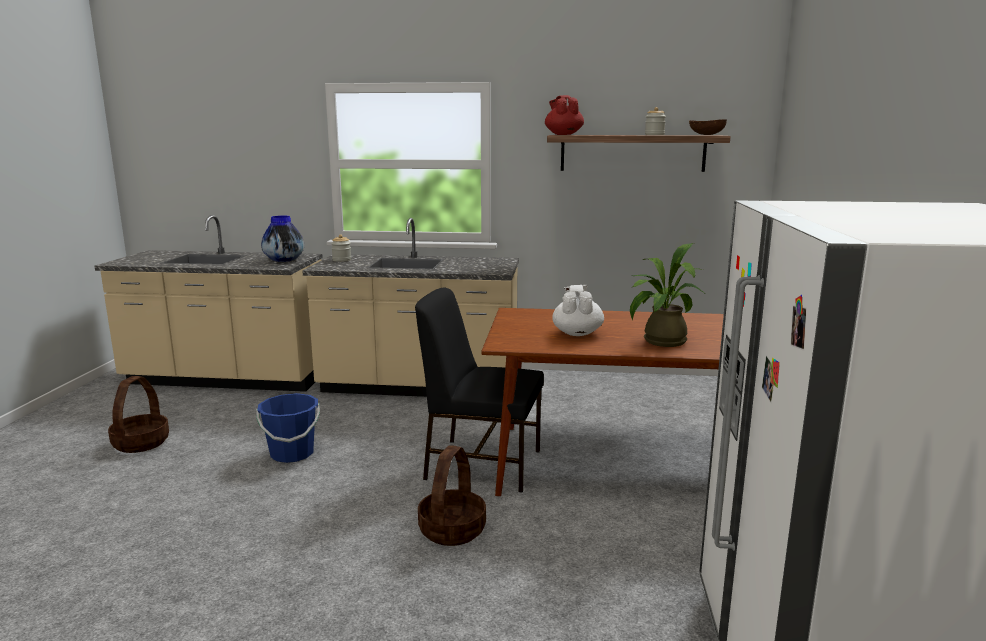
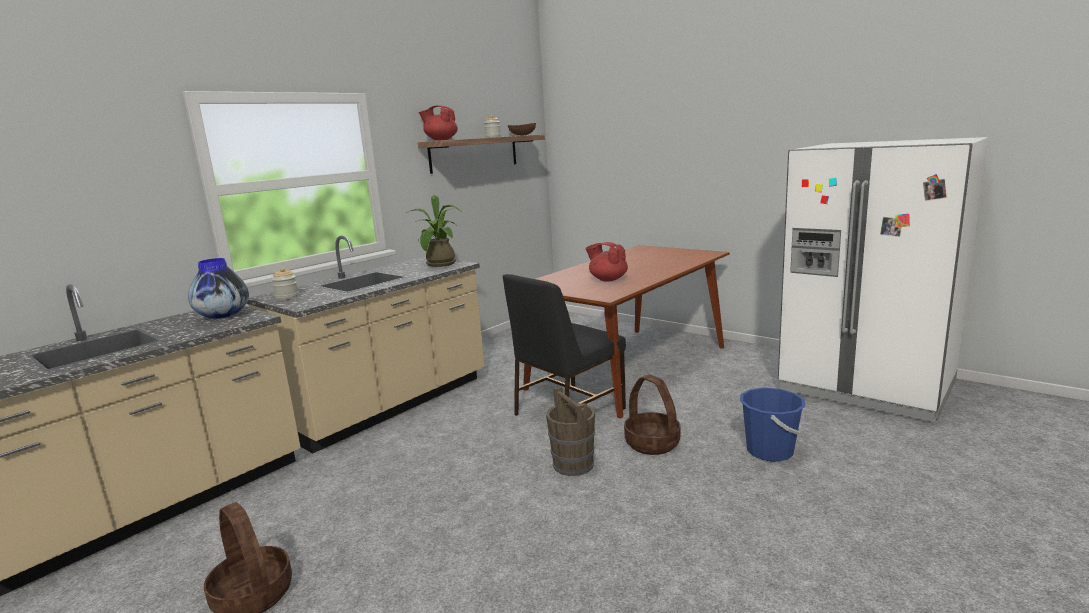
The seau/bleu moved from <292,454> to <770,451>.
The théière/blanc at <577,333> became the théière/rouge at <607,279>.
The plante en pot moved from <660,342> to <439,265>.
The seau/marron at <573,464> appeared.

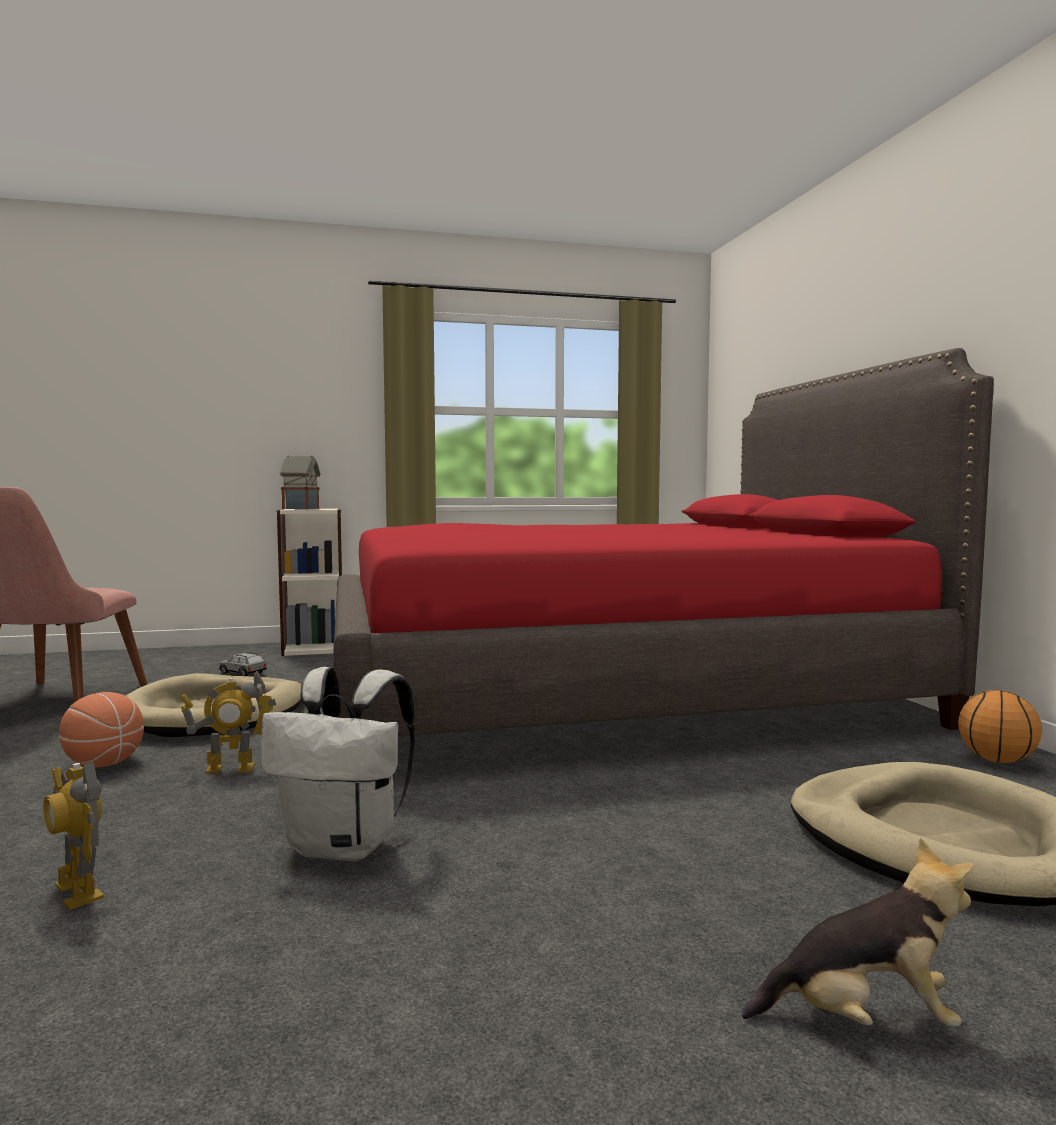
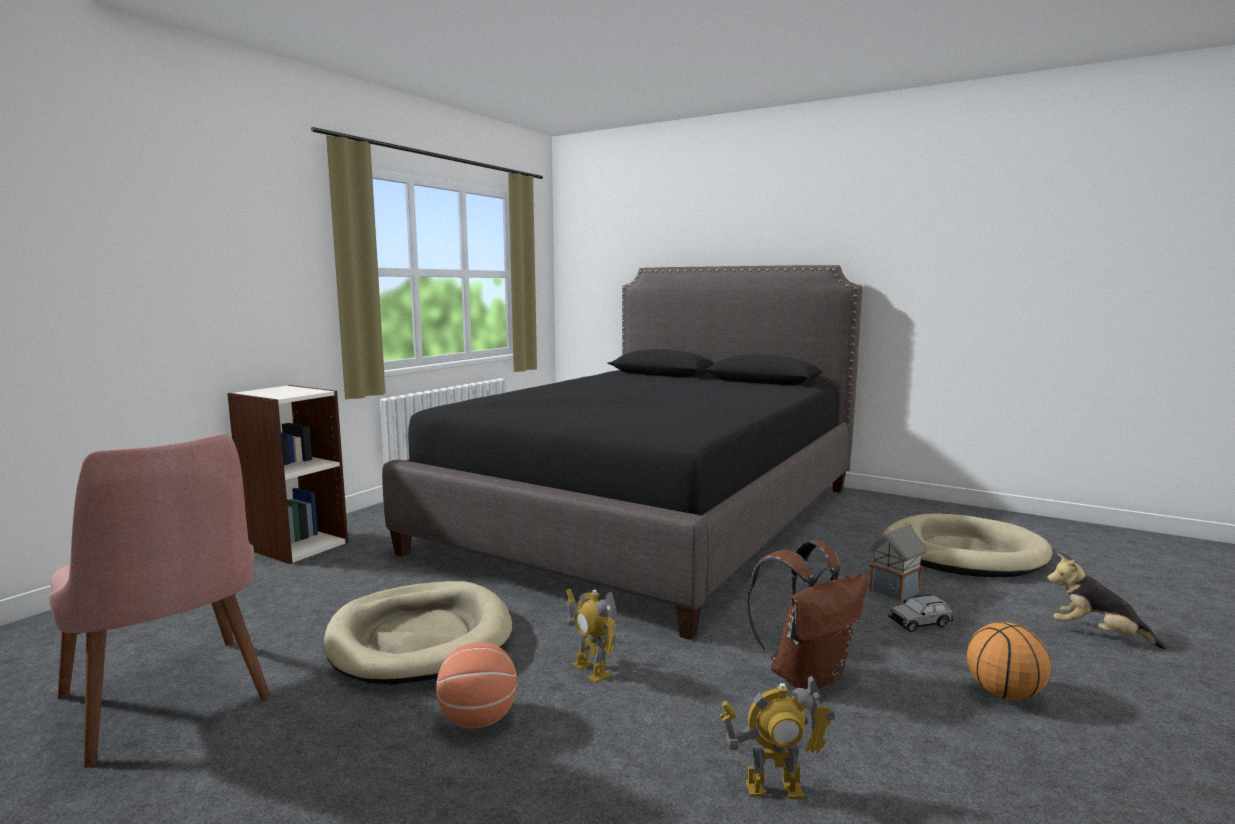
The robot jouet at <230,769> turned 105 degrees clockwise.
The petite voiture/gris moved from <243,673> to <919,623>.
The sac à dos/blanc at <345,846> became the sac à dos/marron at <806,675>.
The maison miniature moved from <302,509> to <895,591>.
The lit/rouge at <610,693> became the lit/noir at <650,518>.
The peluche at <863,1019> turned 105 degrees counterclockwise.
The ballon de basket moved from <998,761> to <1005,694>.

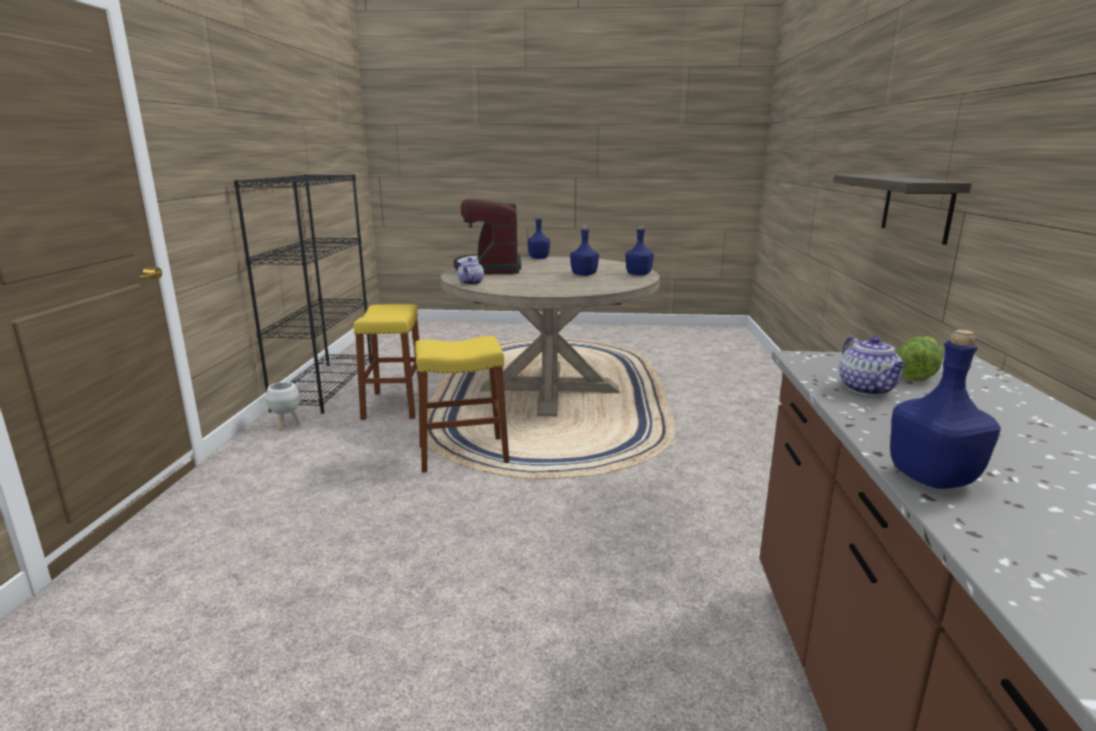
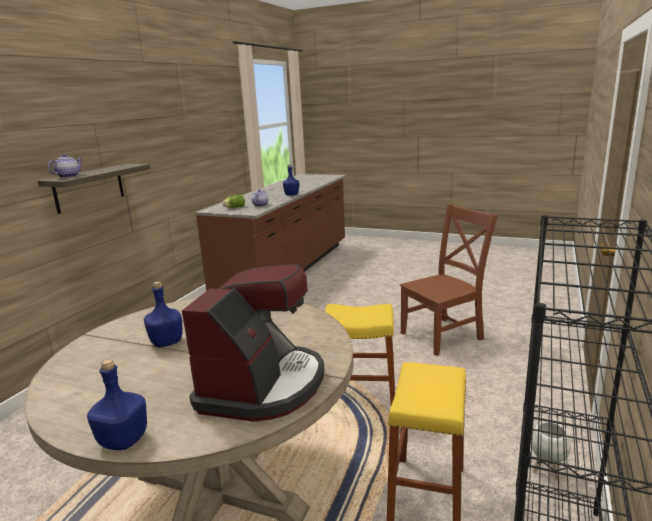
The théière moved from <471,283> to <68,176>.
The bouteille/bleu at <638,274> disappeared.
The chaise/marron at <444,335> appeared.

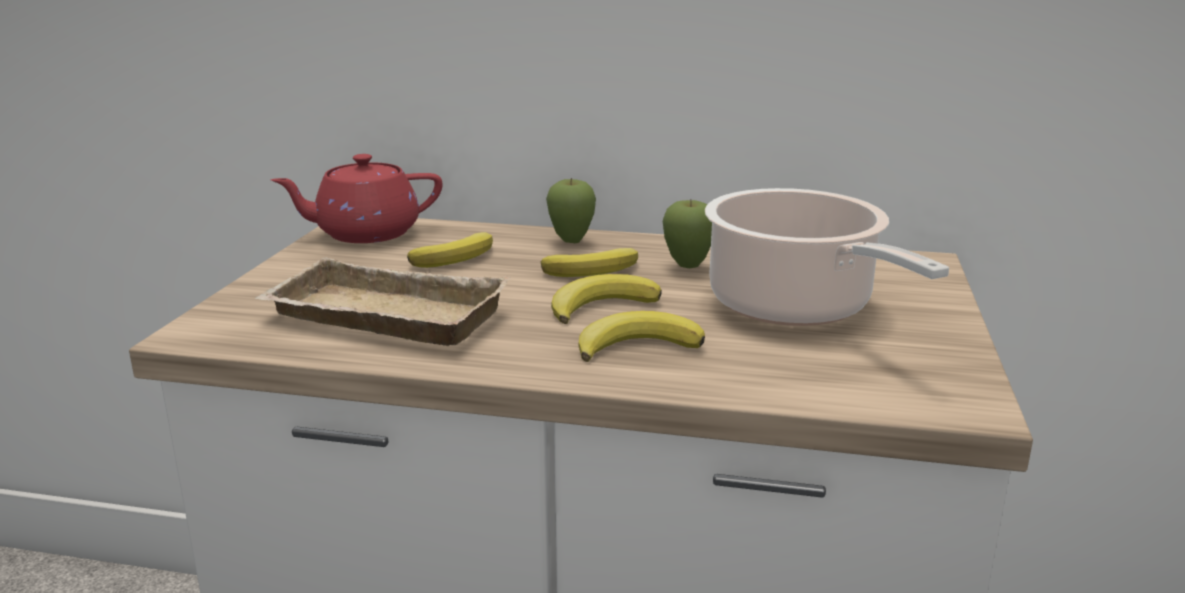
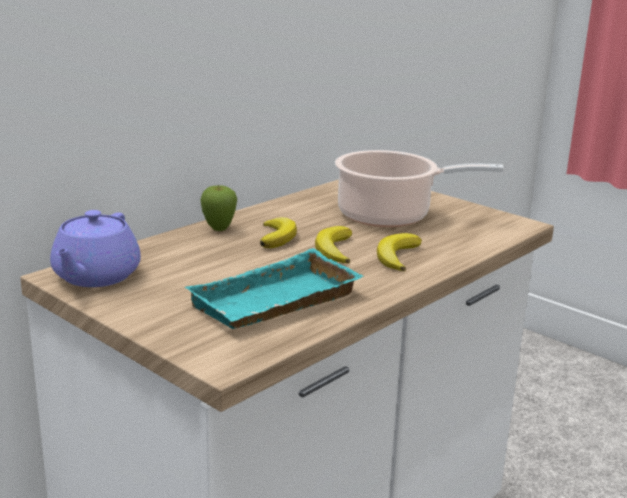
The plateau/beige at <380,318> became the plateau/turquoise at <276,304>.
The théière/rouge at <365,233> became the théière/violet at <95,277>.
The banane at <457,257> disappeared.
The pomme at <688,267> disappeared.

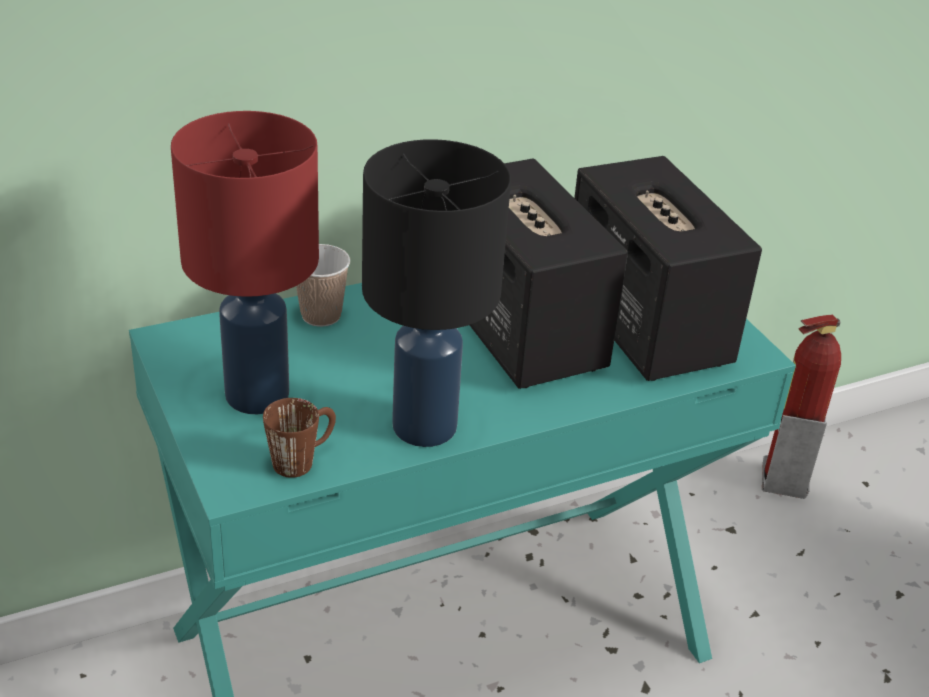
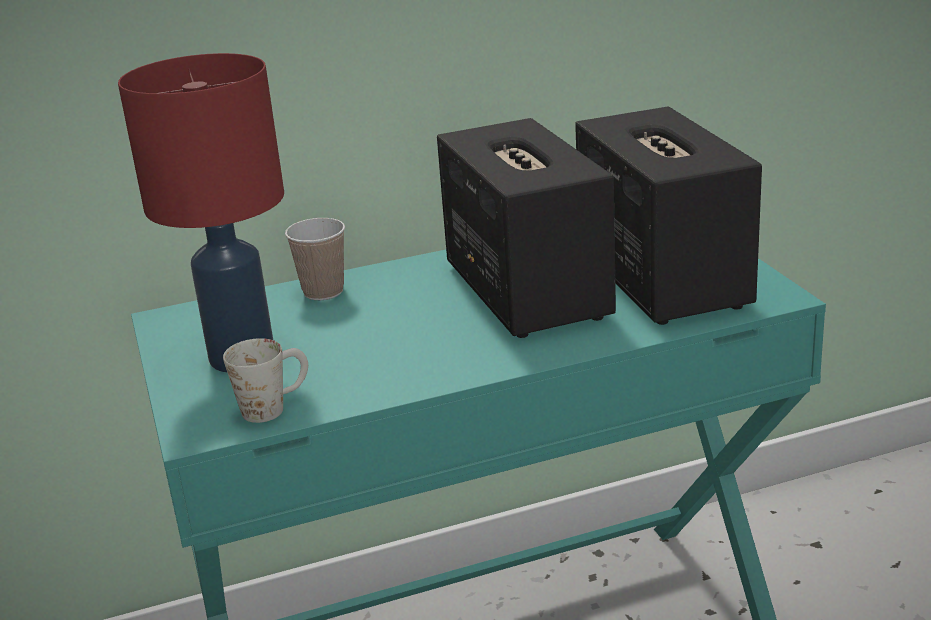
The mug/marron at <303,458> became the mug/blanc at <275,406>.
The lampe de table/noir at <422,426> disappeared.
The extincteur at <782,480> disappeared.

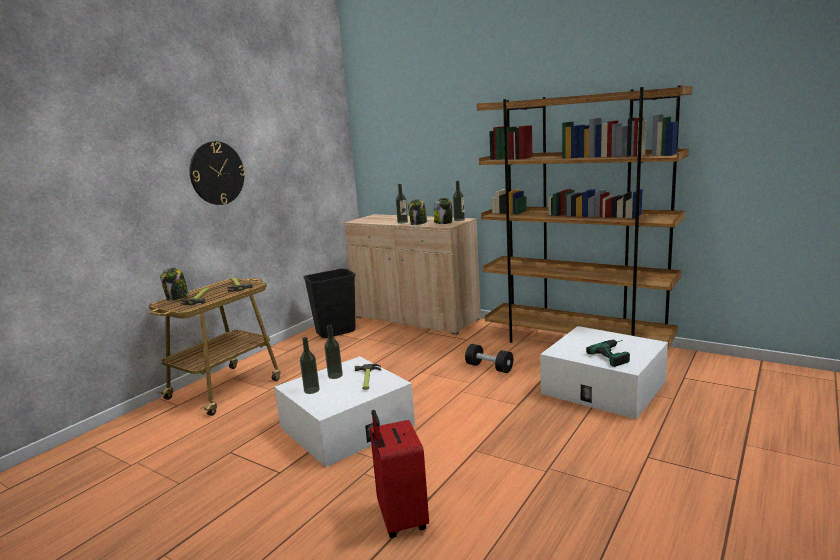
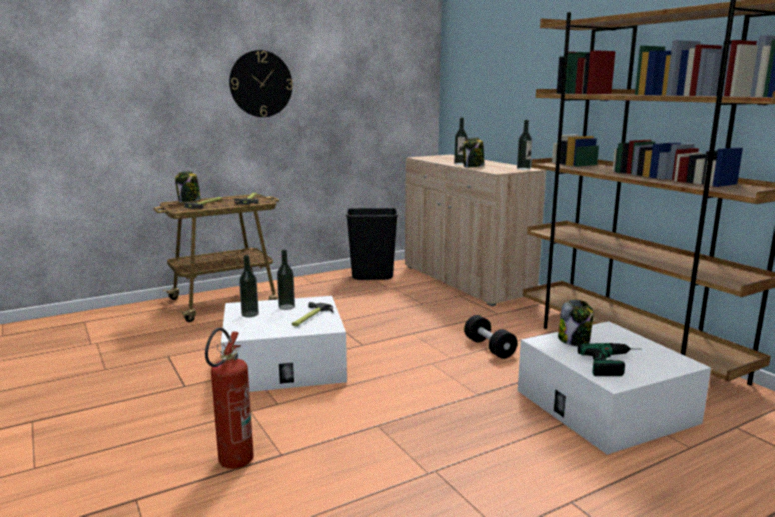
The valise/rouge at <400,519> was replaced by the extincteur at <232,465>.
The bocal moved from <443,222> to <574,341>.

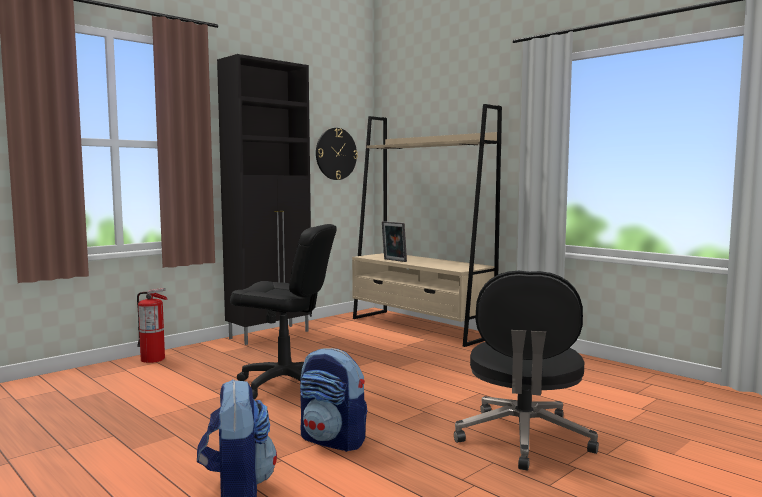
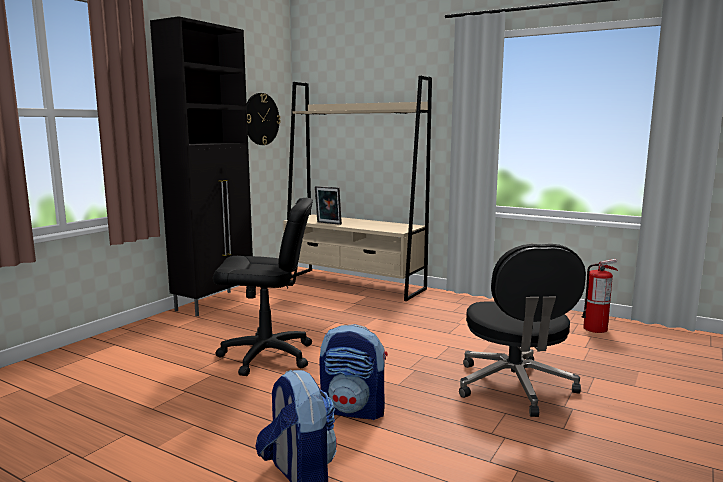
The extincteur moved from <153,359> to <595,329>.

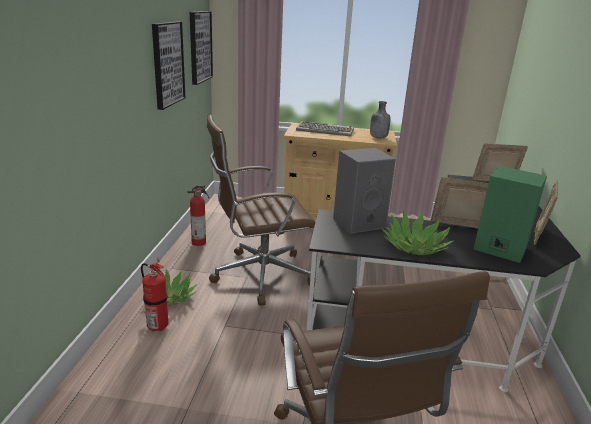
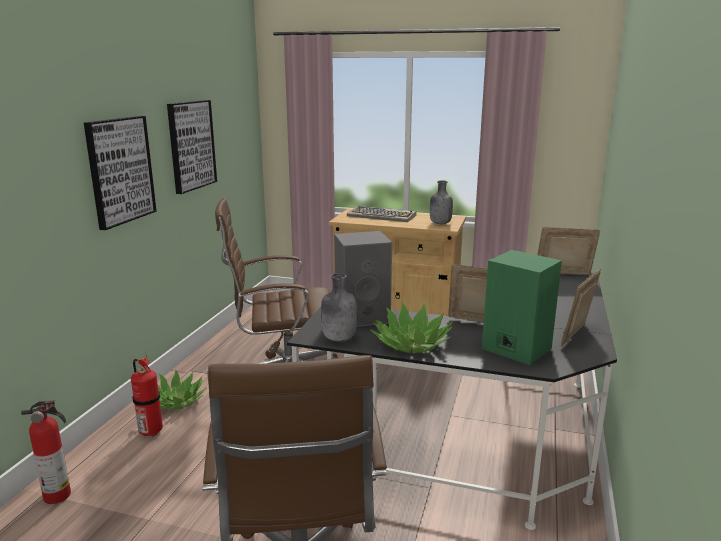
The extincteur moved from <200,242> to <59,495>.
The tableau moved from <199,47> to <120,170>.
The bouteille/gris at <338,338> appeared.

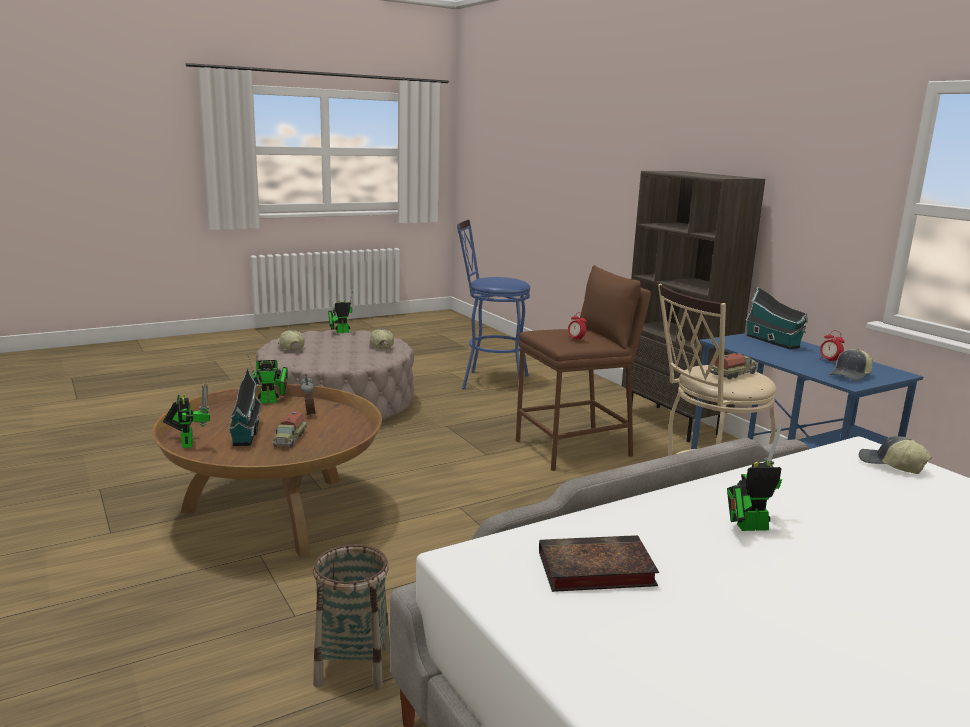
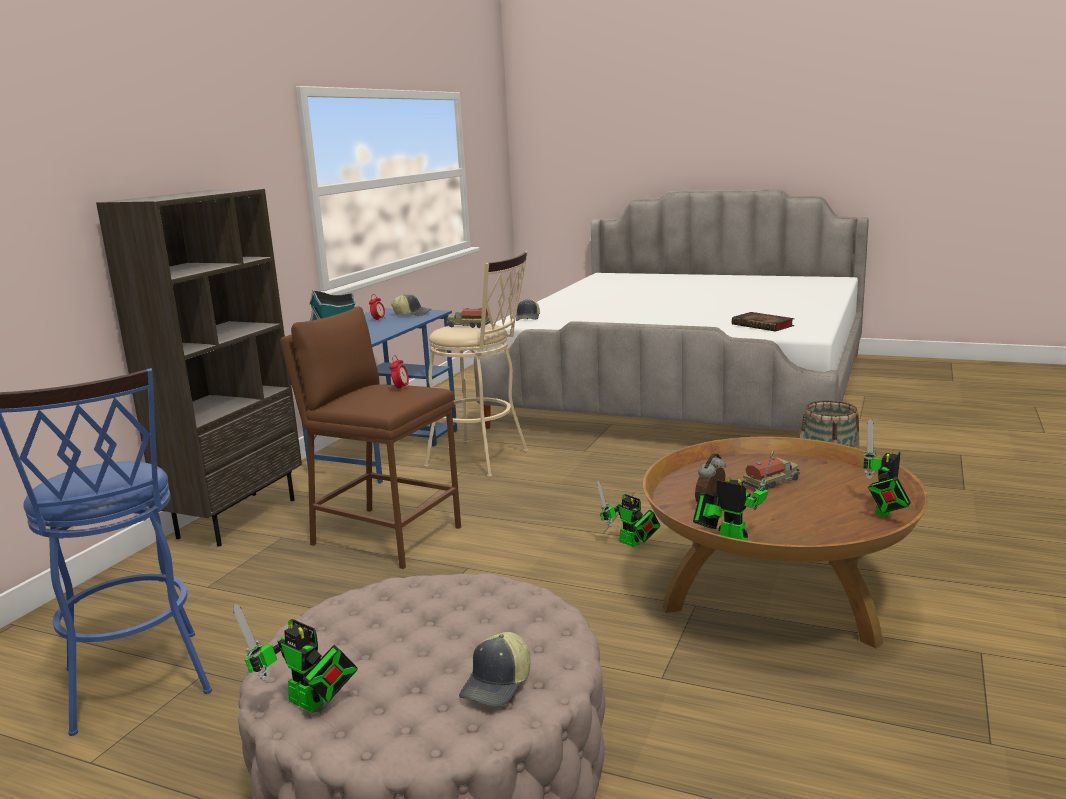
The maison miniature at <246,434> disappeared.
The casquette at <380,345> disappeared.
The robot jouet moved from <747,527> to <632,543>.

